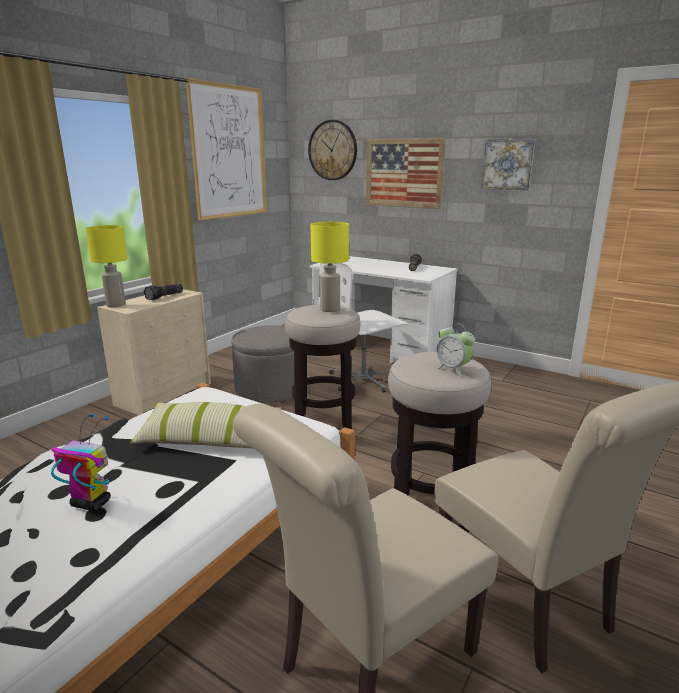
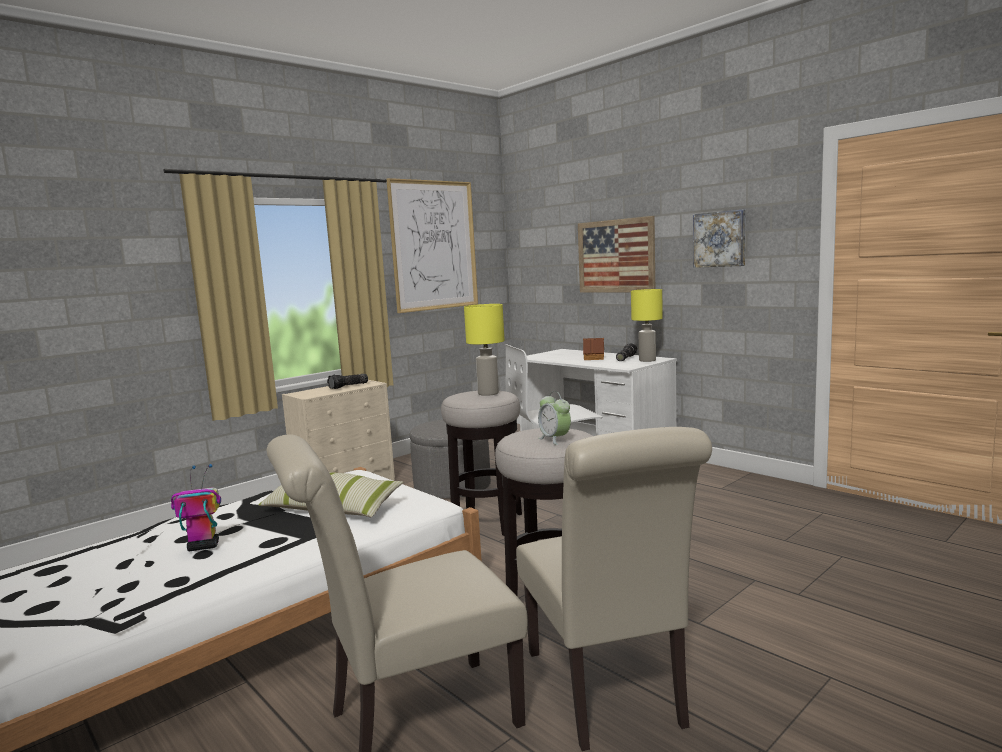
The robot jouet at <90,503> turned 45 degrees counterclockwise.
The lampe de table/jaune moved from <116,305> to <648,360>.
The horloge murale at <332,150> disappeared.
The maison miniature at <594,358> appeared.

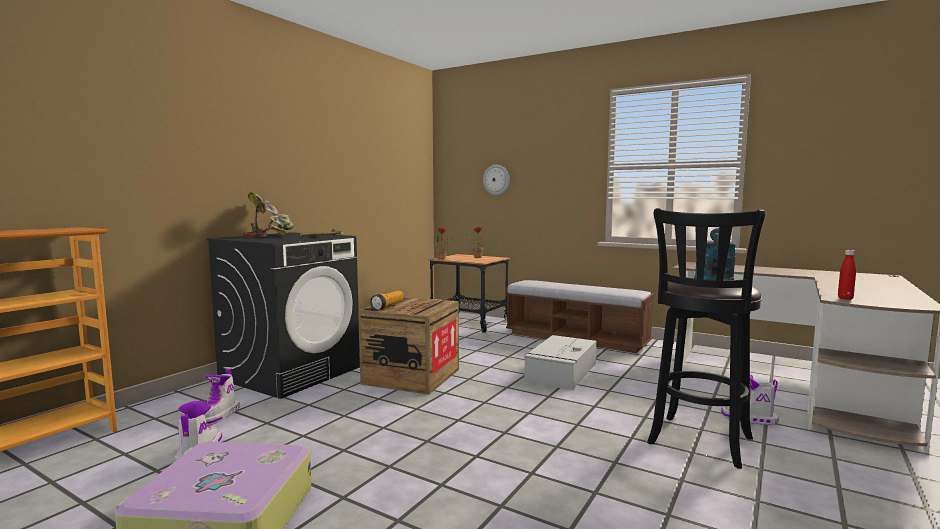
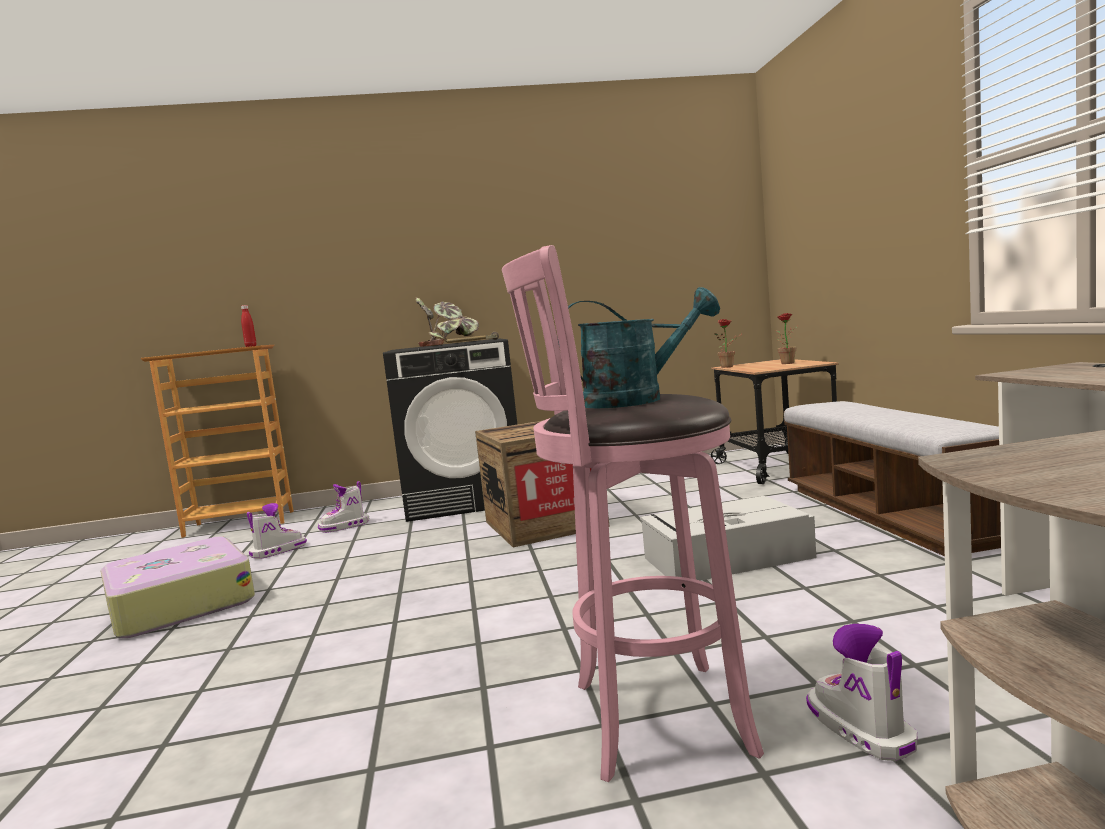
The lampe de poche at <388,306> disappeared.
The horloge murale at <496,179> disappeared.
The tabouret/noir at <699,443> became the tabouret/rose at <649,719>.
The bouteille/rouge moved from <845,298> to <251,346>.

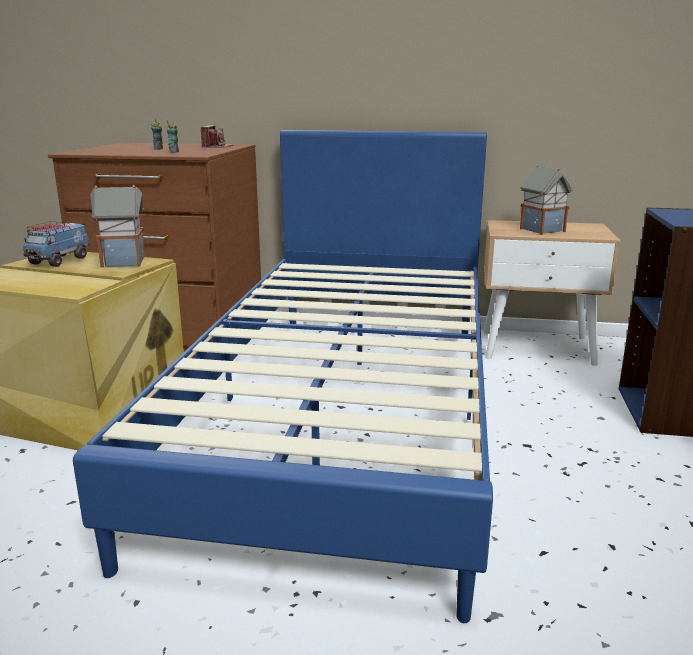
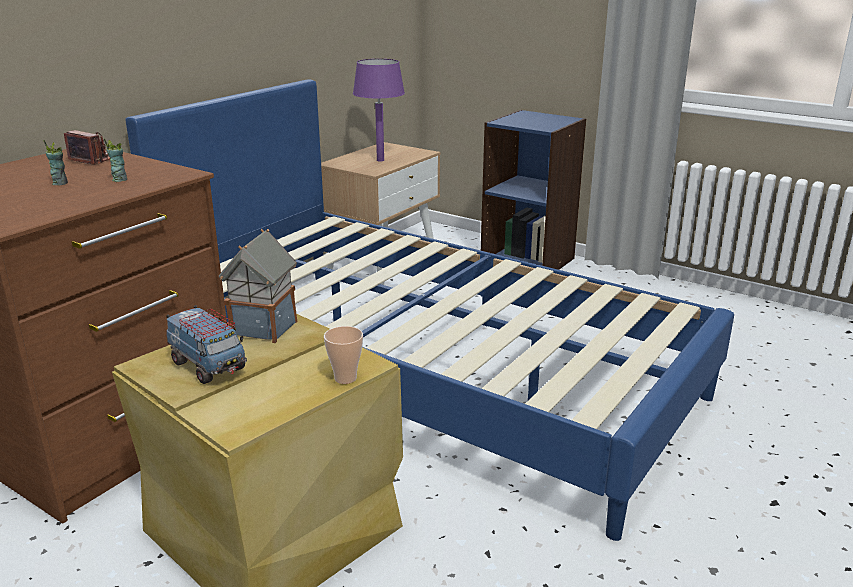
The maison miniature at <541,230> was replaced by the lampe de table/violet at <380,160>.
The tasse at <345,378> appeared.

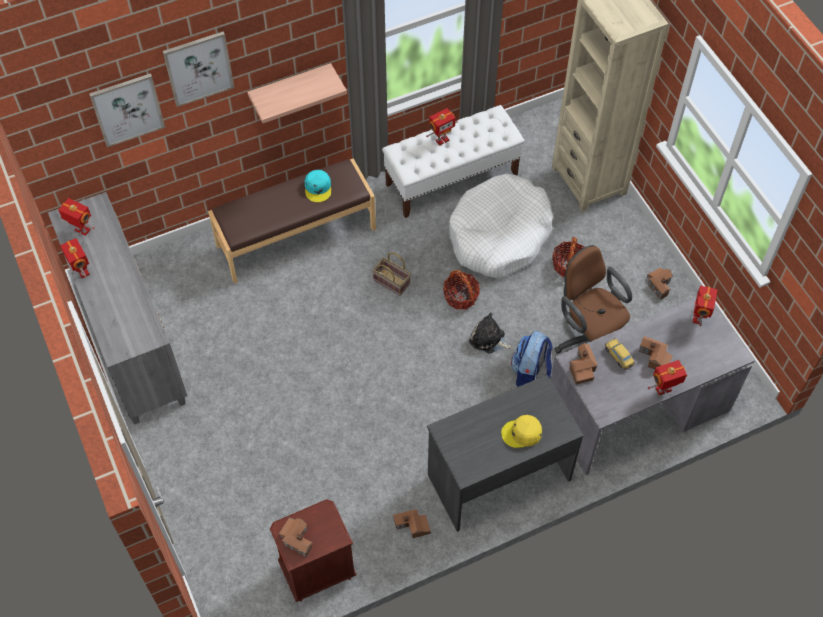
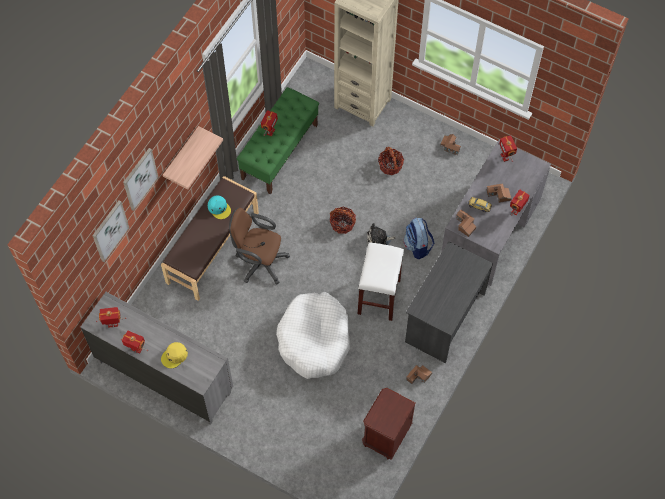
The maison miniature at <297,539> disappeared.
The panier at <393,282> disappeared.
The banc/blanc at <452,179> became the banc/vert at <279,151>.
The panier pour chien/blanc moved from <499,235> to <314,340>.
The casquette/jaune moved from <522,433> to <174,356>.
The chaise de bureau/marron moved from <587,339> to <259,262>.
The tabouret/blanc at <378,296> appeared.

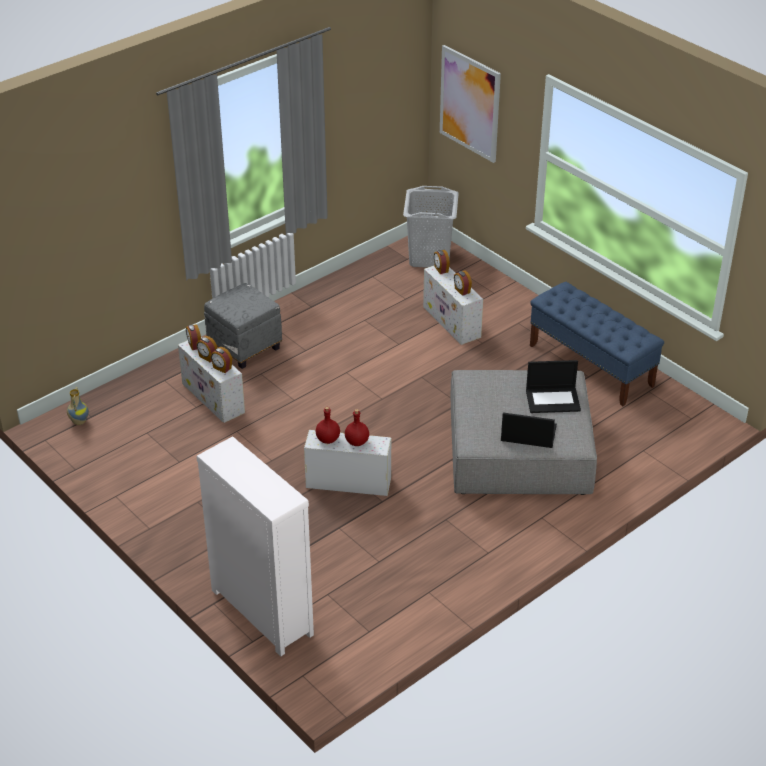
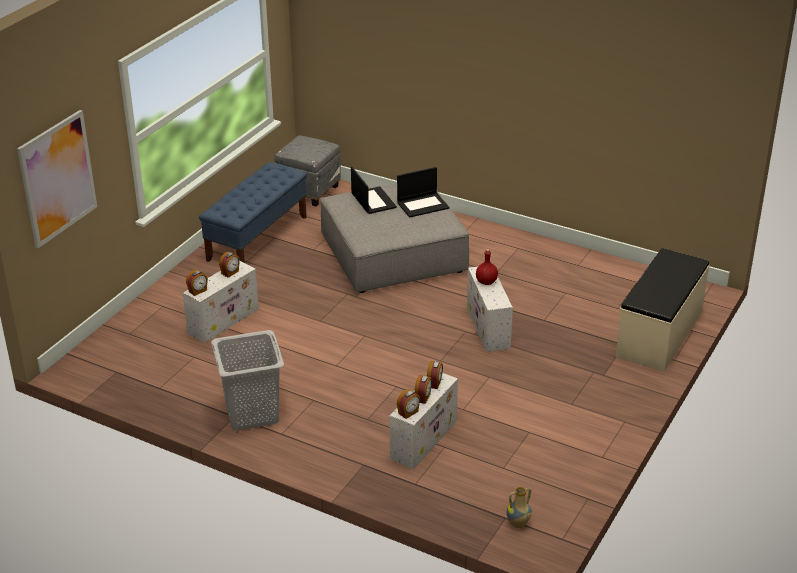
The commode/blanc at <262,611> was replaced by the banc/beige at <660,334>.
The pouf/gris moved from <245,347> to <308,190>.
The bouteille/rouge at <327,439> disappeared.
The panier à linge/gris moved from <430,257> to <251,413>.
The ordinateur portable at <527,434> turned 105 degrees counterclockwise.

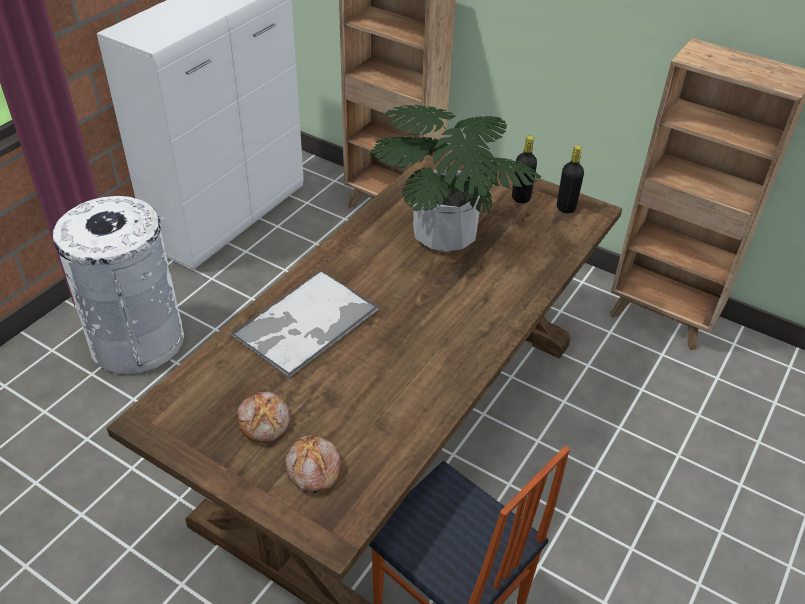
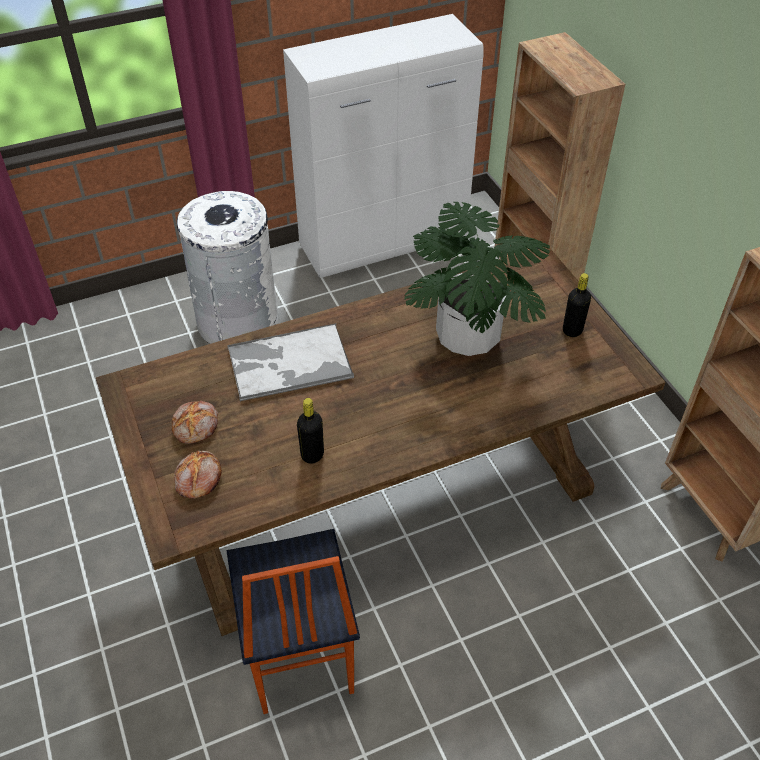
The bouteille/noir moved from <566,208> to <312,455>.

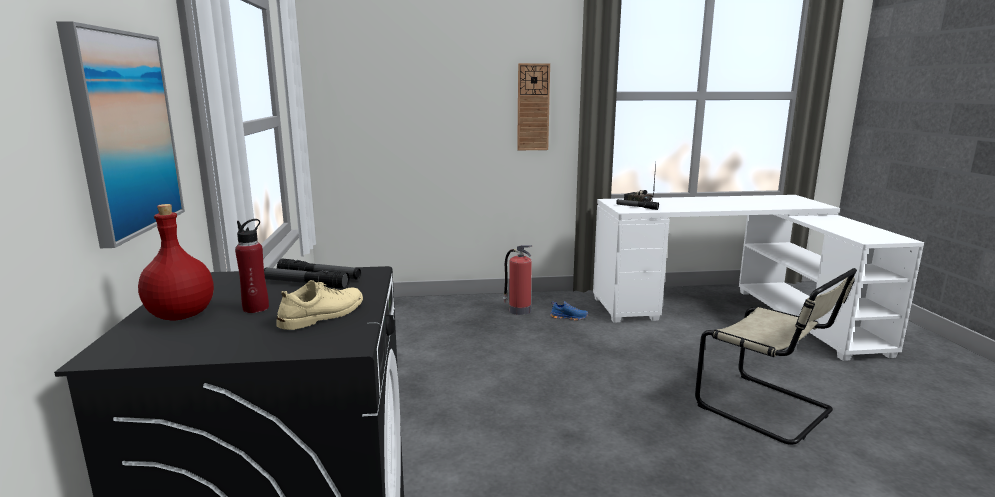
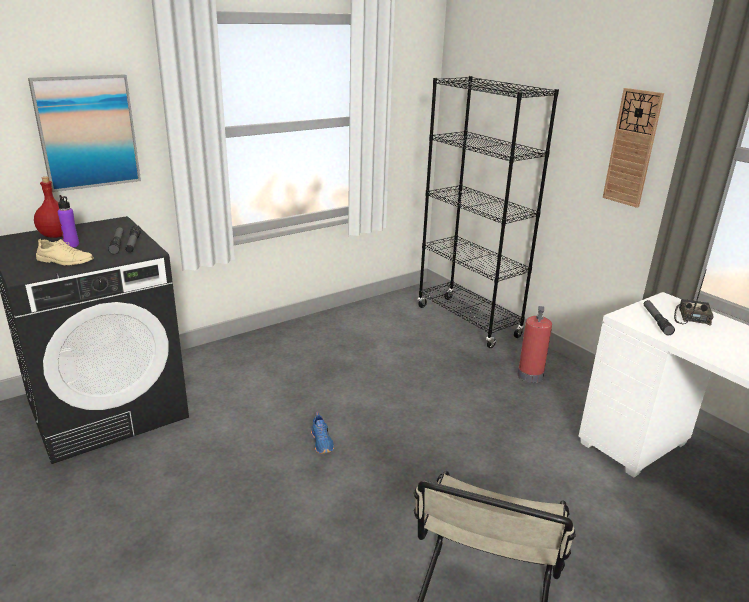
The bouteille/rouge at <256,308> became the bouteille/violet at <71,245>.
The chaussure/bleu moved from <569,317> to <322,442>.
The bibliothèque/noir at <468,322> appeared.

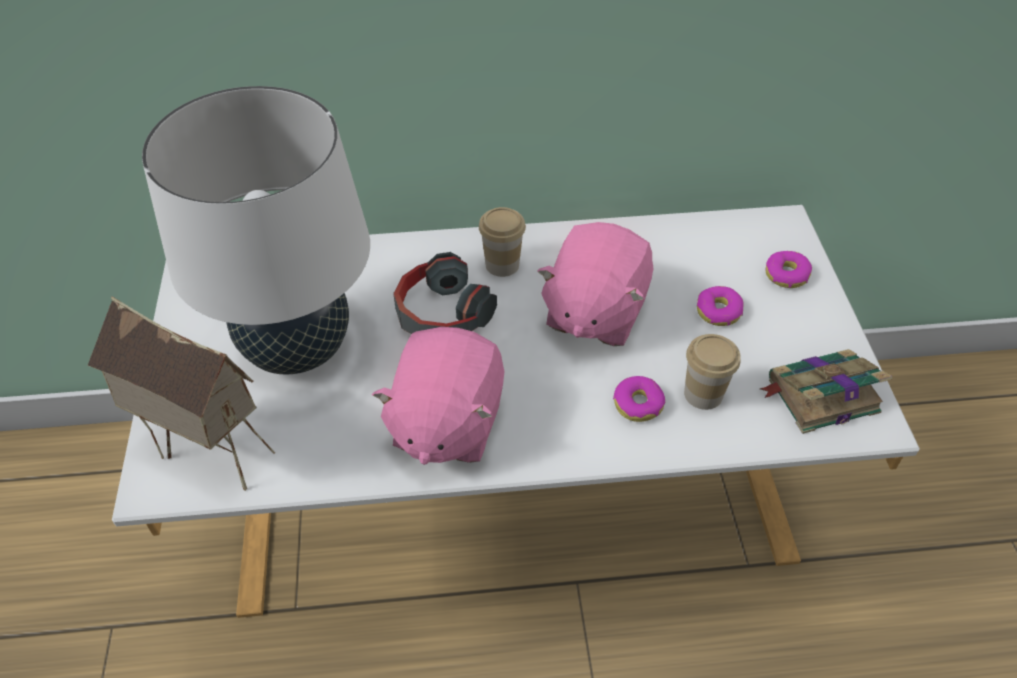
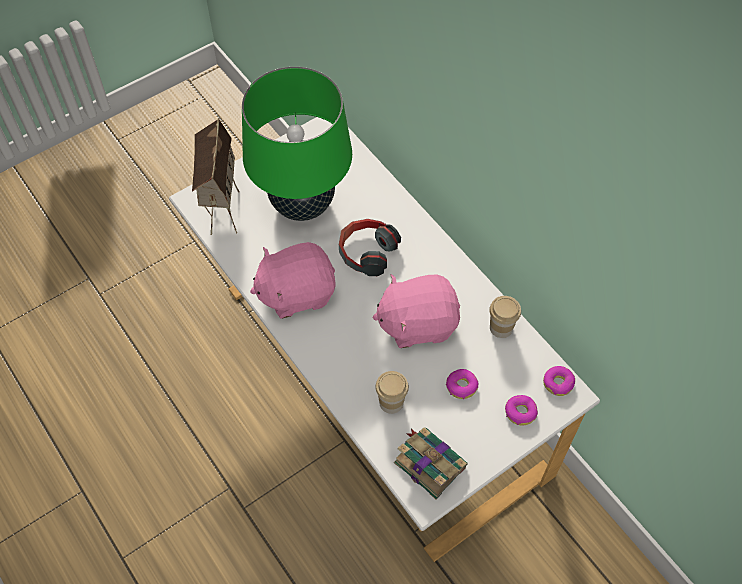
The lampe de table/blanc at <297,348> became the lampe de table/vert at <302,203>.
The tasse moved from <502,264> to <501,327>.
The beignet moved from <638,404> to <558,383>.

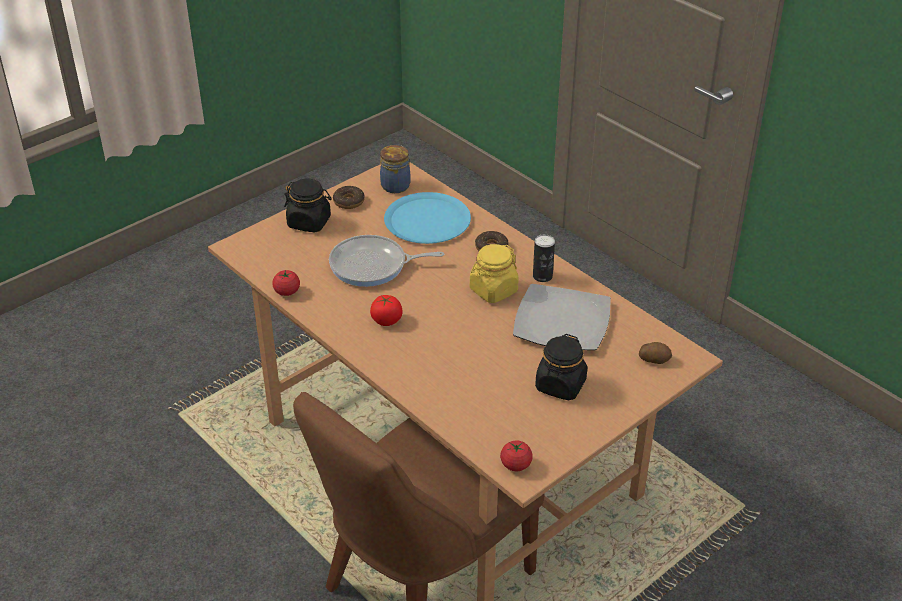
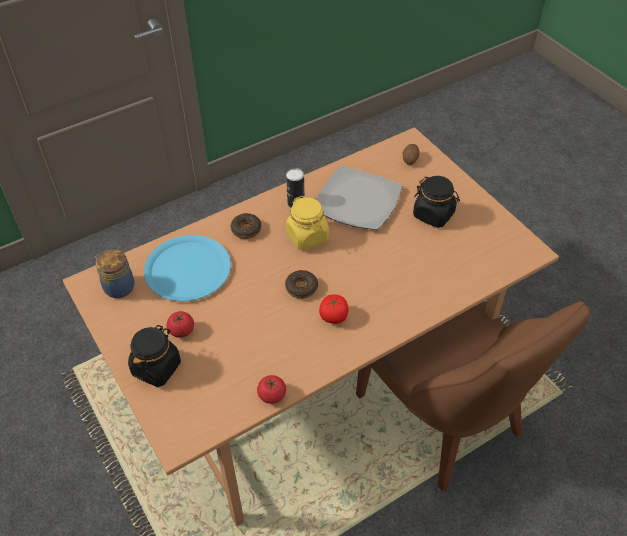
The poêle at <372,266> disappeared.
The beignet moved from <349,201> to <301,287>.
The tomate moved from <516,465> to <181,331>.

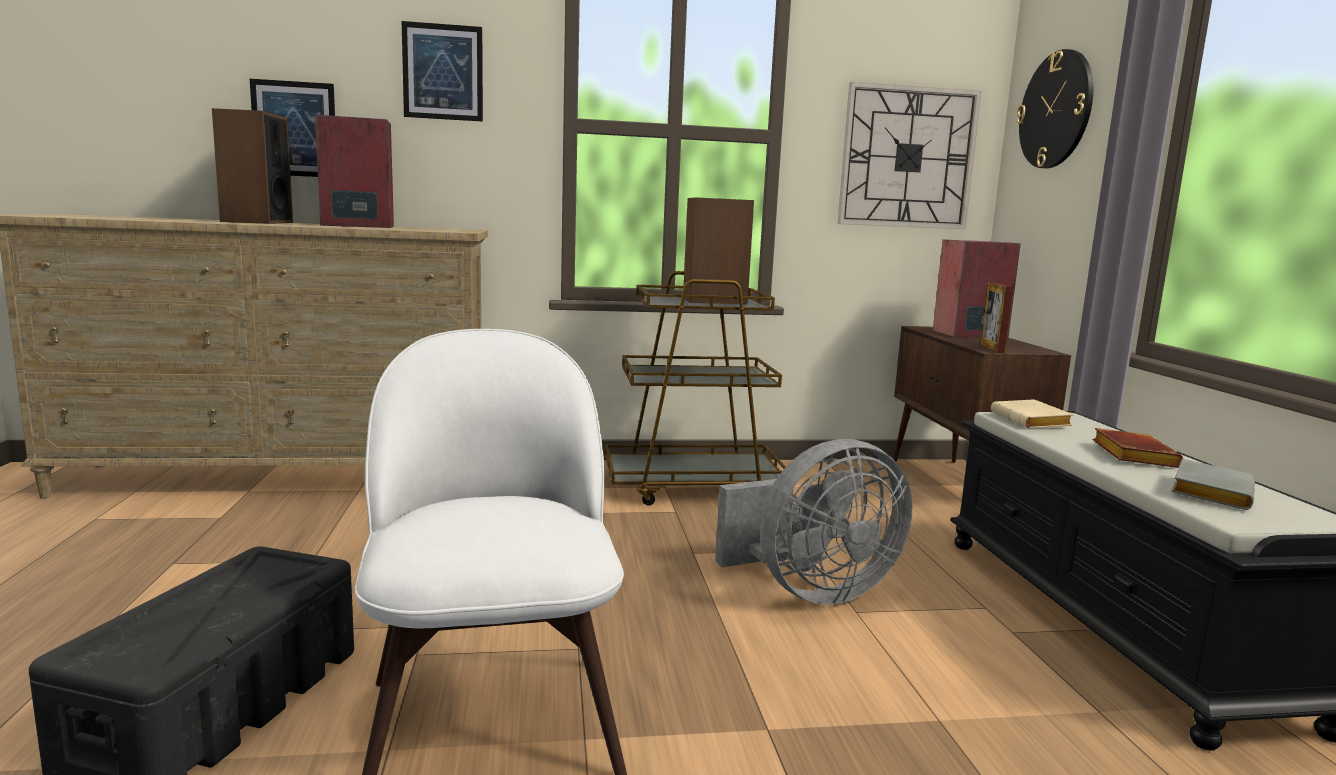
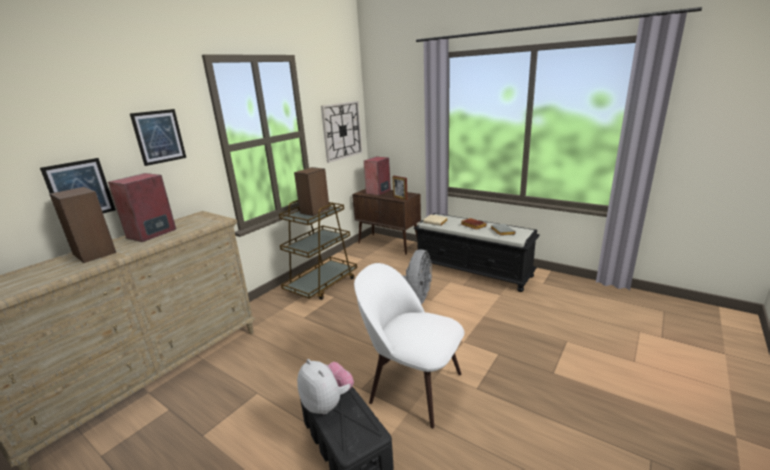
The horloge murale at <1056,110> disappeared.
The peluche at <327,403> appeared.

